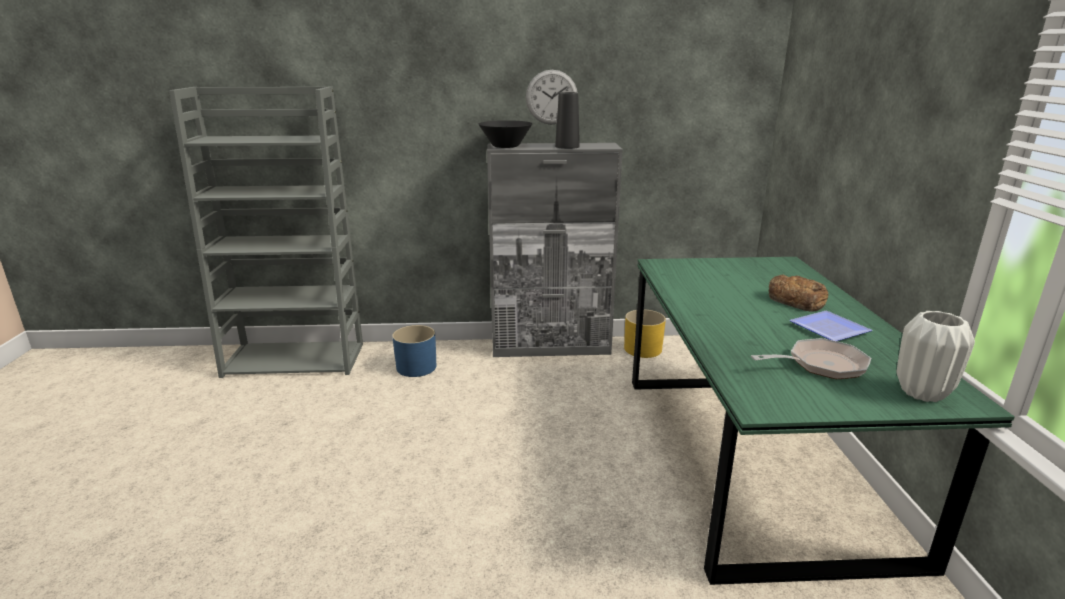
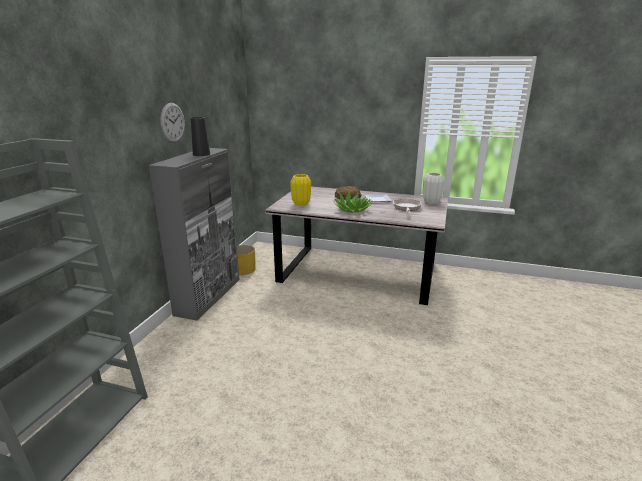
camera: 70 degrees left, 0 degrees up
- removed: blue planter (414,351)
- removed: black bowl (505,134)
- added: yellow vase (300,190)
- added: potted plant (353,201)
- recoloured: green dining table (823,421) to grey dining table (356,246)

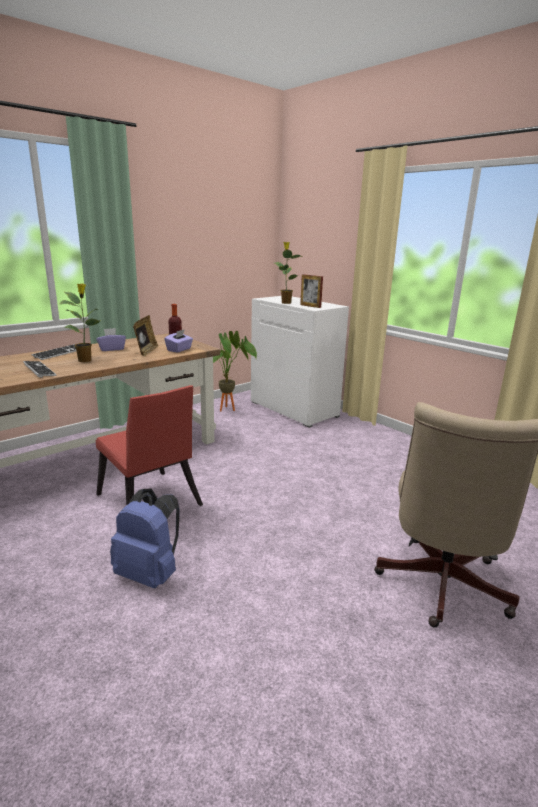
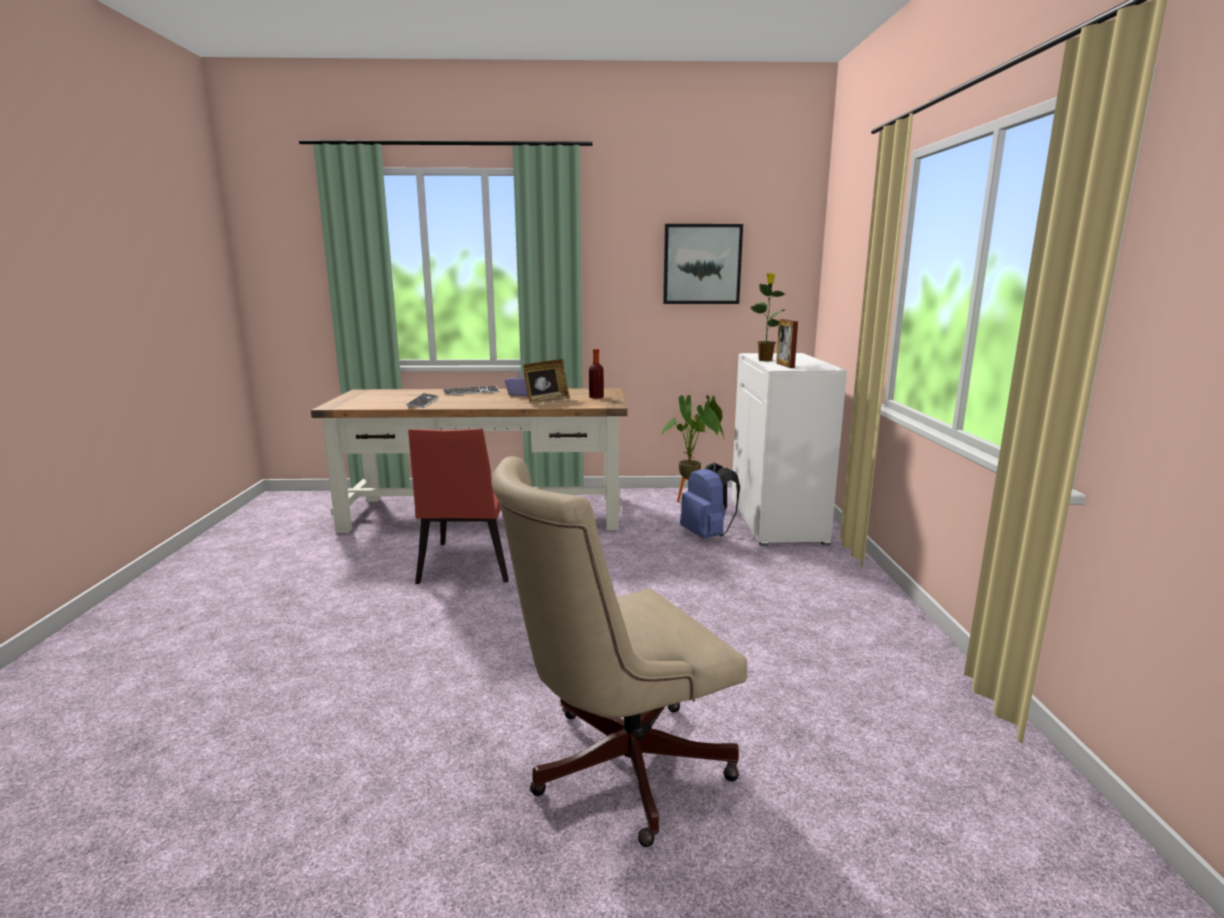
camera: 40 degrees right, 5 degrees down
- removed: potted plant (80,322)
- removed: purple tissue box (178,341)
- added: picture (703,264)
- moved: blue backpack (145,538) to (710,500)

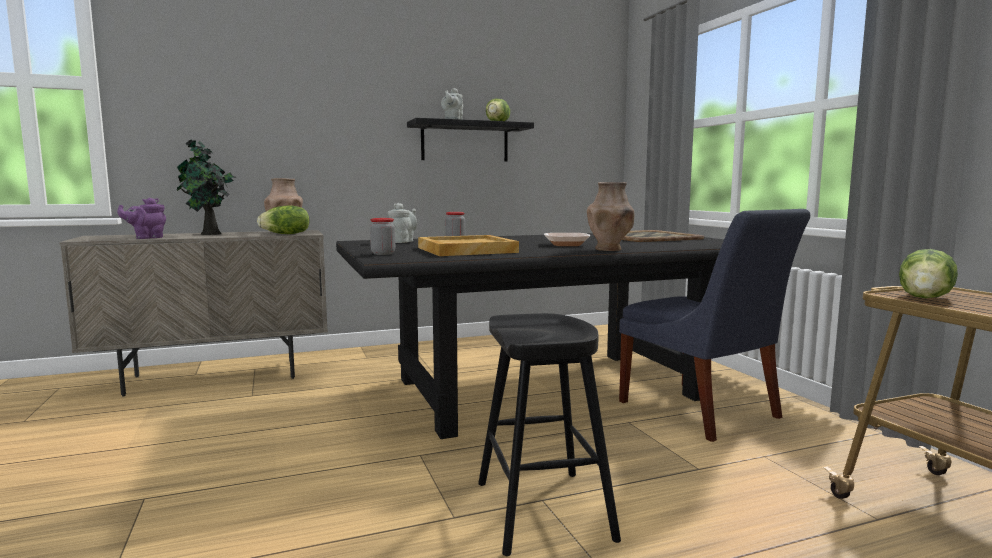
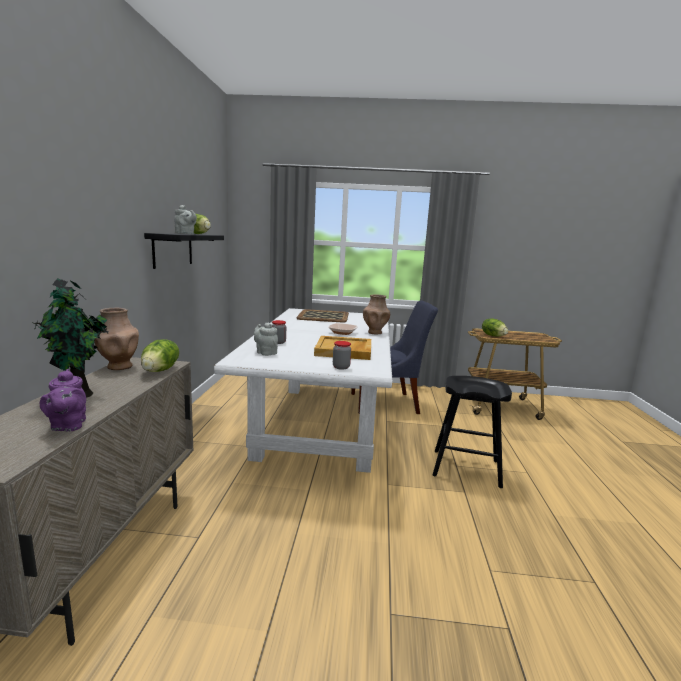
camera: 65 degrees left, 5 degrees up
- recoloured: black dining table (530,336) to white dining table (303,390)

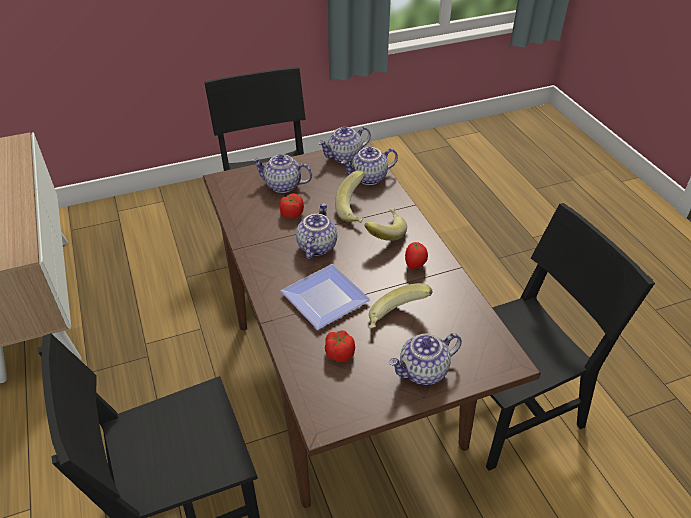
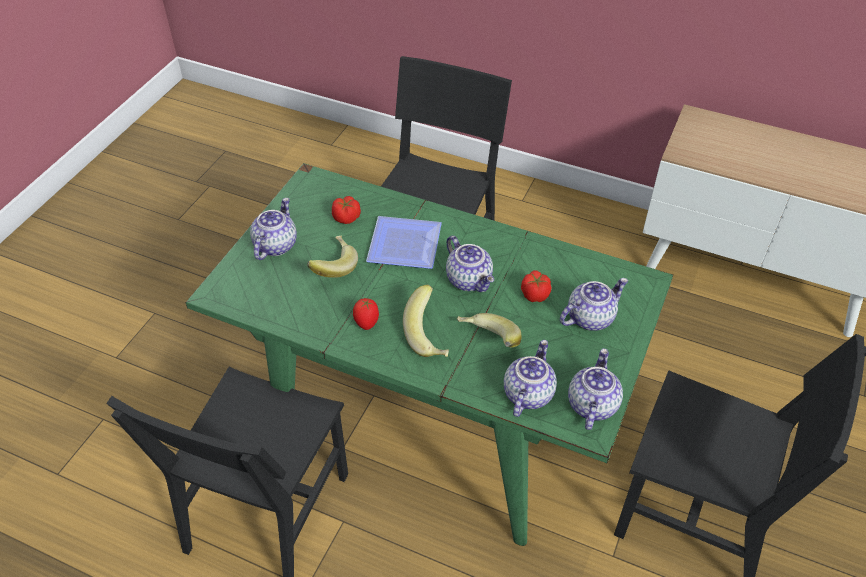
camera: 135 degrees right, 5 degrees up
- recoloured: brown dining table (372,324) to green dining table (429,354)

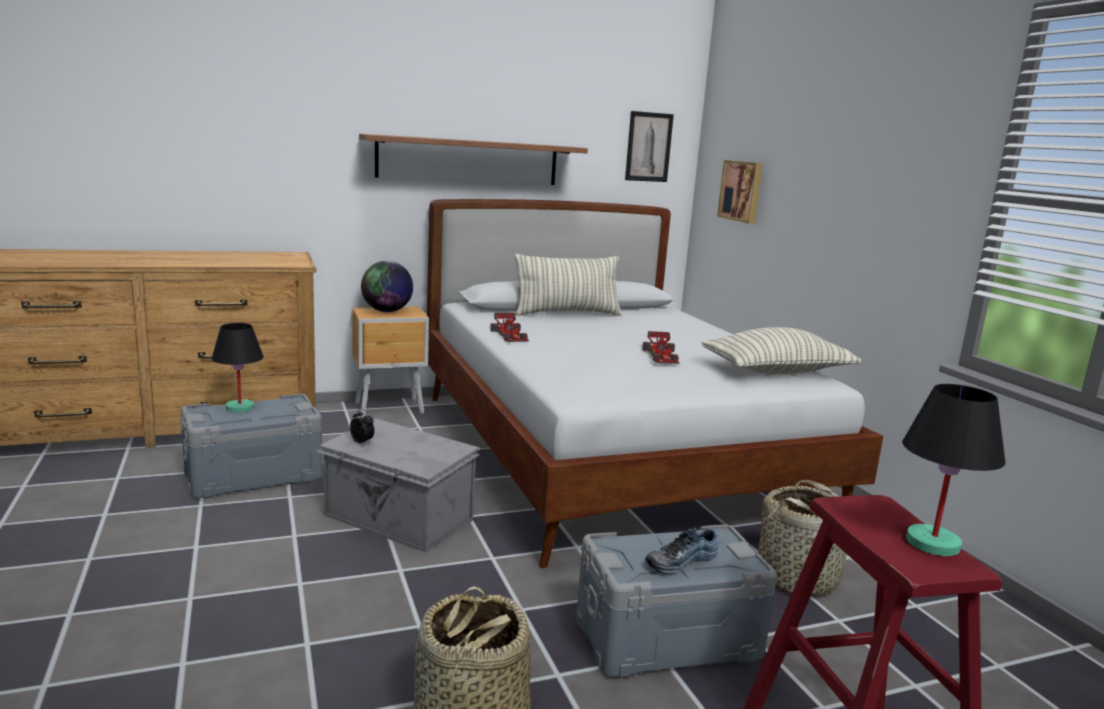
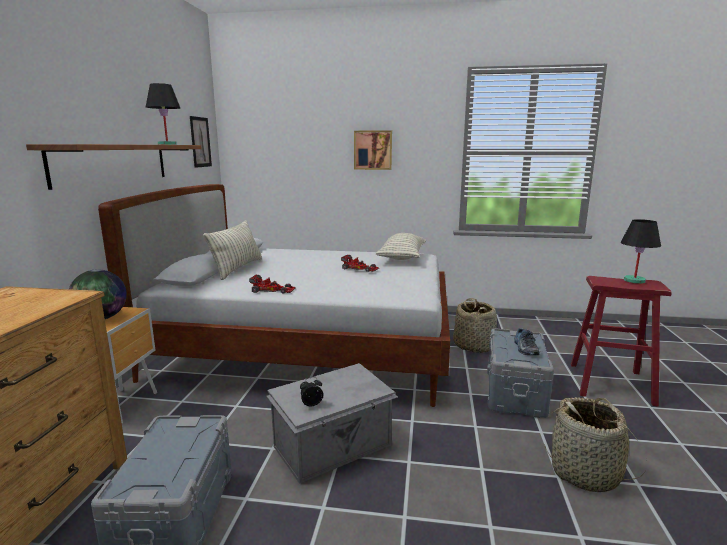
camera: 60 degrees left, 0 degrees up
- moved: black table lamp (238,368) to (163,114)
- moved: picture (740,192) to (373,150)

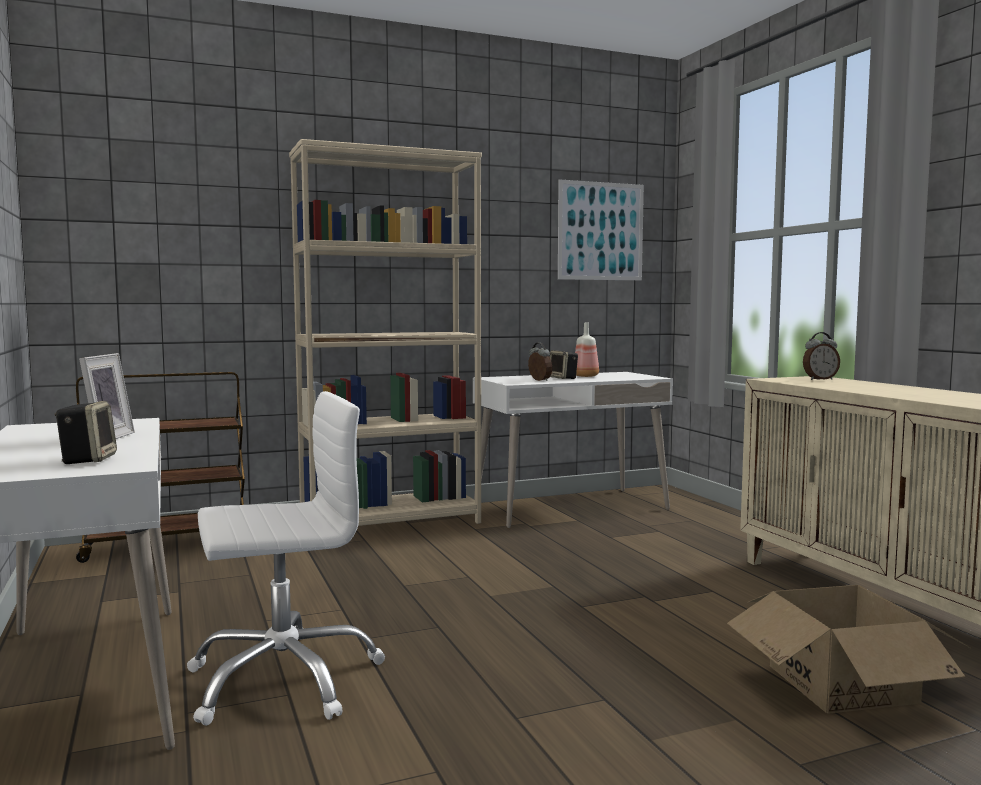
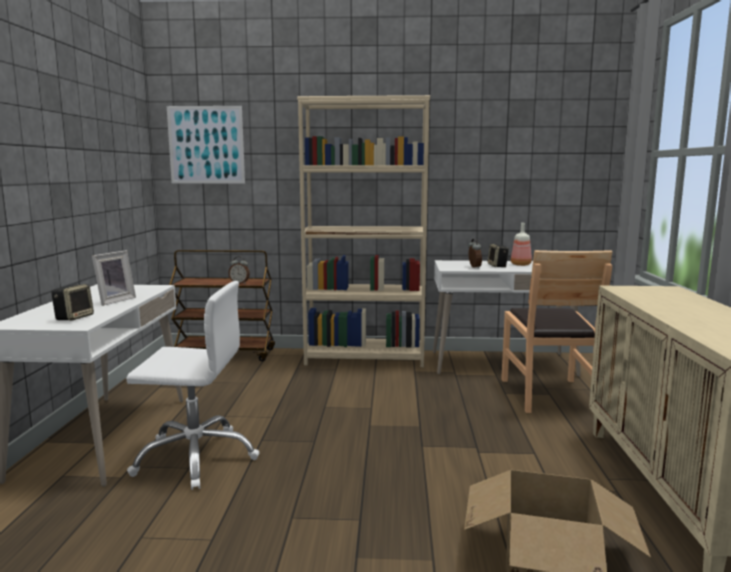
camera: 25 degrees right, 5 degrees up
- added: brown chair (556,331)
- moved: picture (601,229) to (206,144)
- moved: alarm clock (821,356) to (239,270)

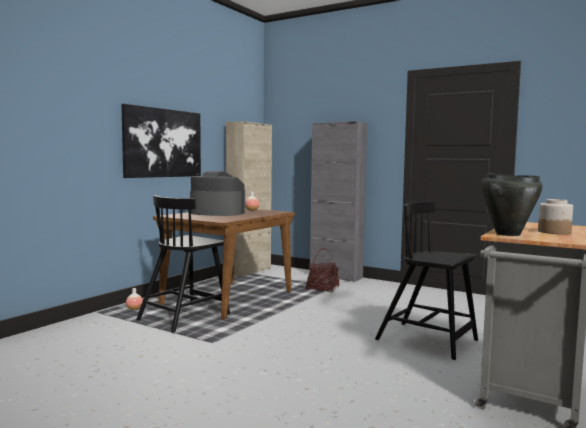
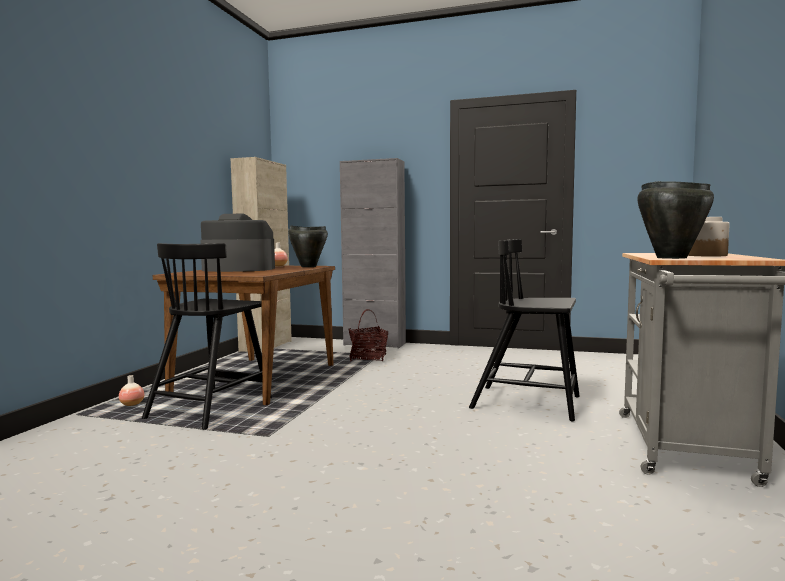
camera: 15 degrees left, 0 degrees up
- removed: picture (161,141)
- added: black cooking pot (308,246)

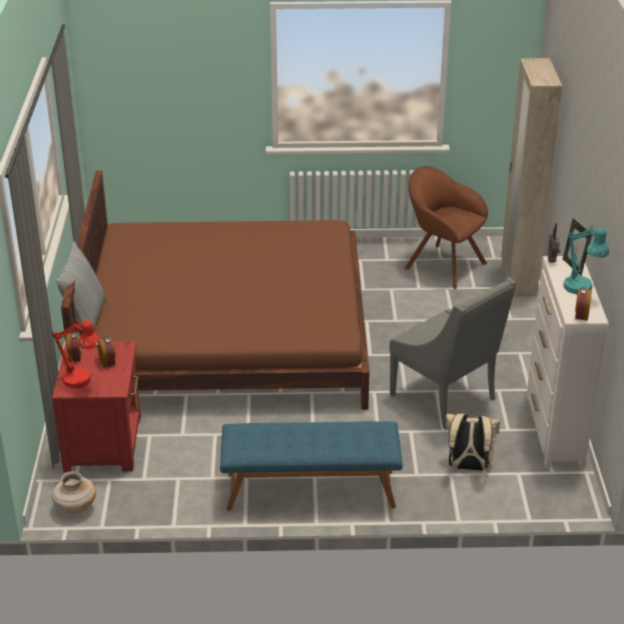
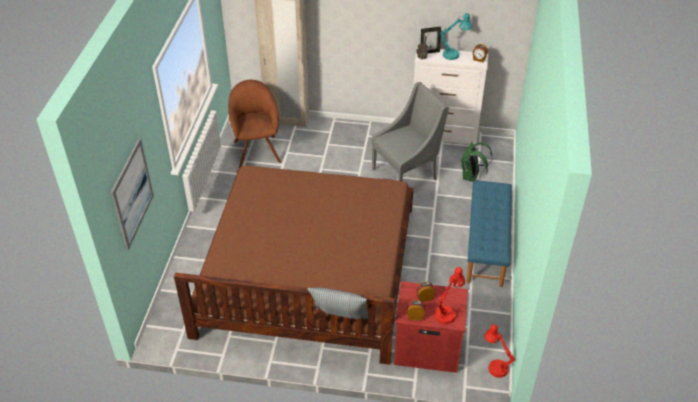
camera: 80 degrees left, 10 degrees up
- added: picture (132,194)
- replaced: beige vase (74,492) to red table lamp (499,351)
- recoloured: beige backpack (473,441) to green backpack (477,162)
- turned: brown armchair (446,227) = (254,124) 120 degrees clockwise

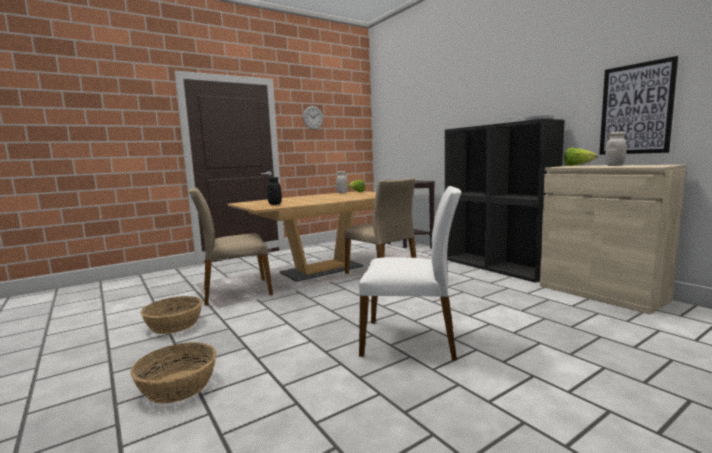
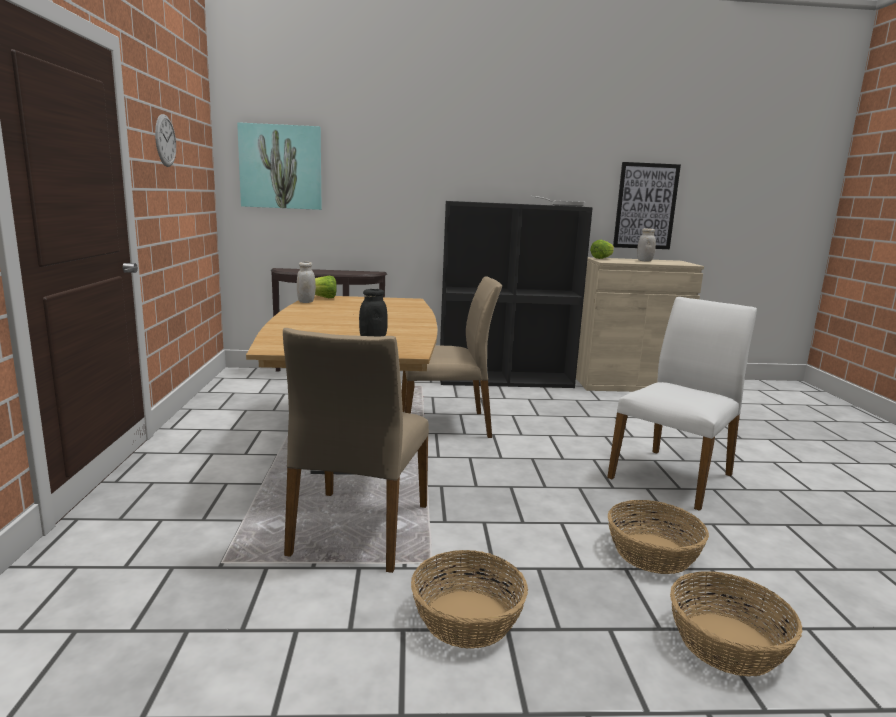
camera: 60 degrees left, 5 degrees up
- added: picture (279,166)
- added: basket (658,537)

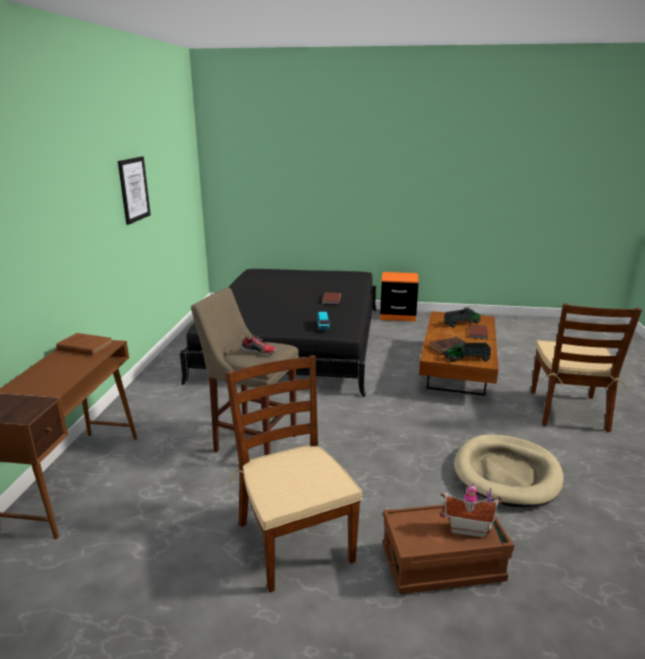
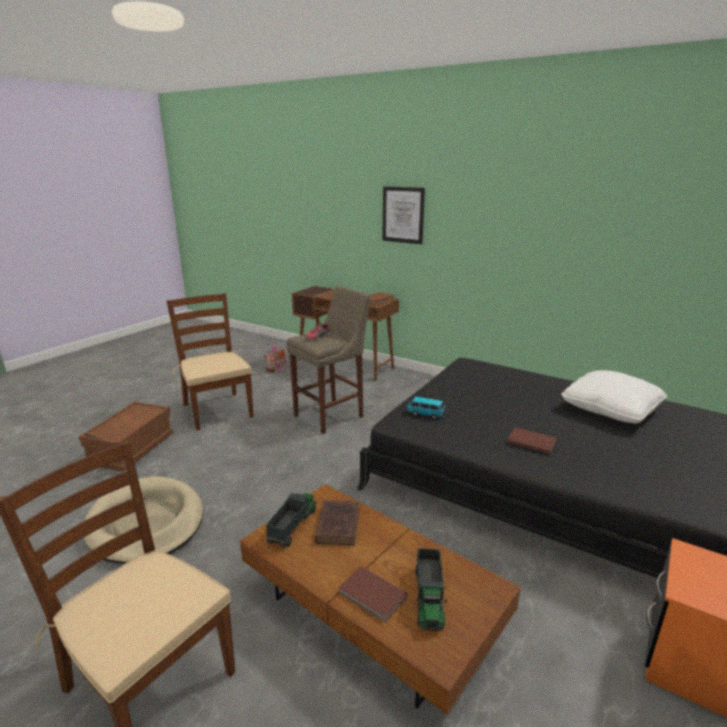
camera: 115 degrees right, 0 degrees up
- added: white pillow (614,396)
- moved: picture (134,190) to (403,215)
- moved: toy house (471,511) to (275,358)
- turned: brown chair (293,474) = (210,361) 120 degrees counterclockwise

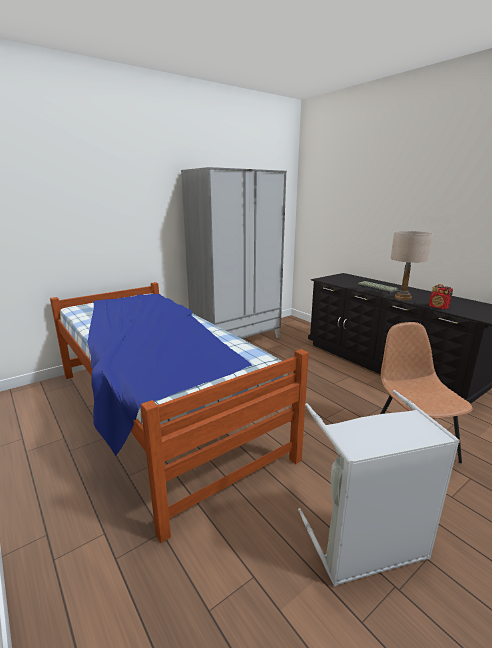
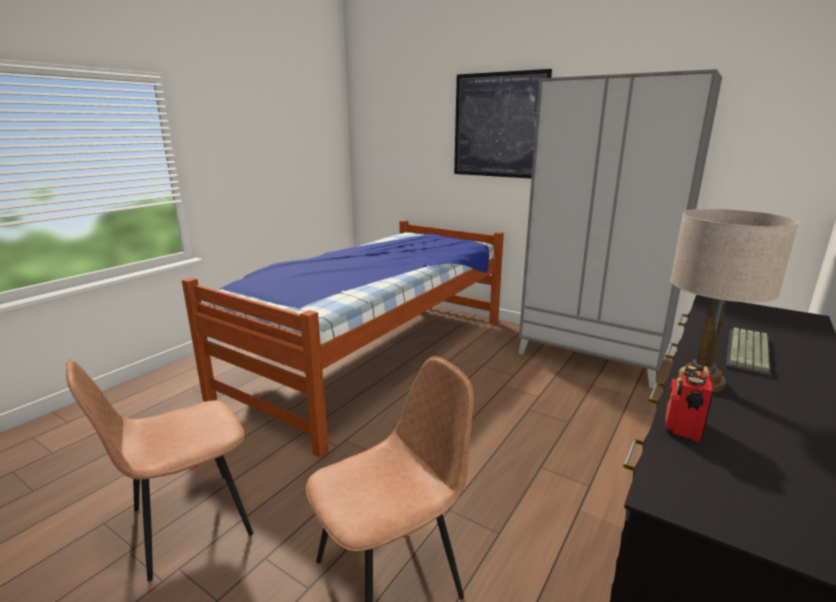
camera: 70 degrees right, 0 degrees up
- added: picture (503,124)
- replaced: grey laundry basket (379,488) to brown chair (159,470)

